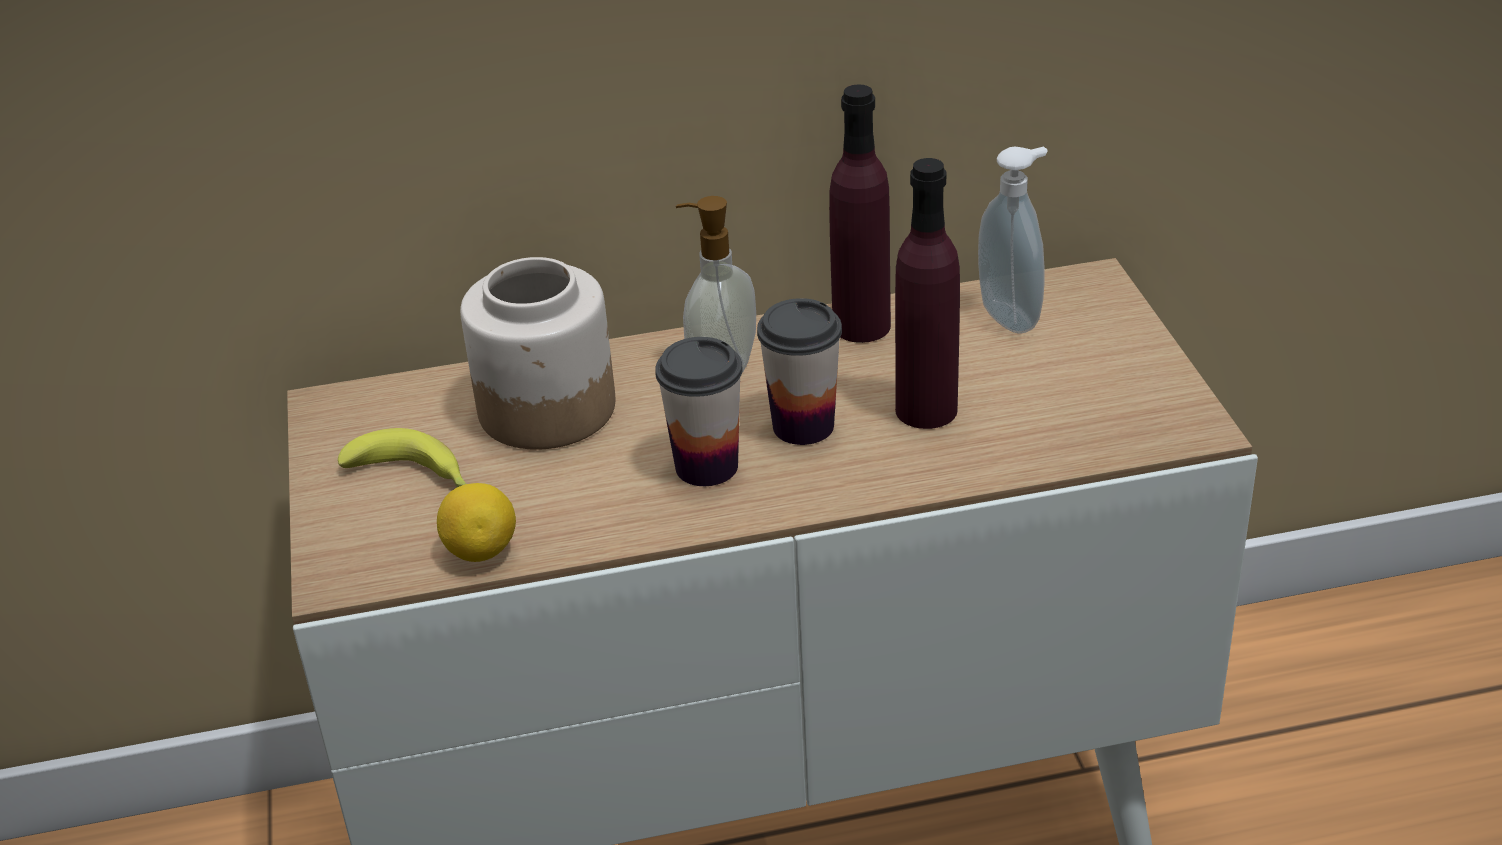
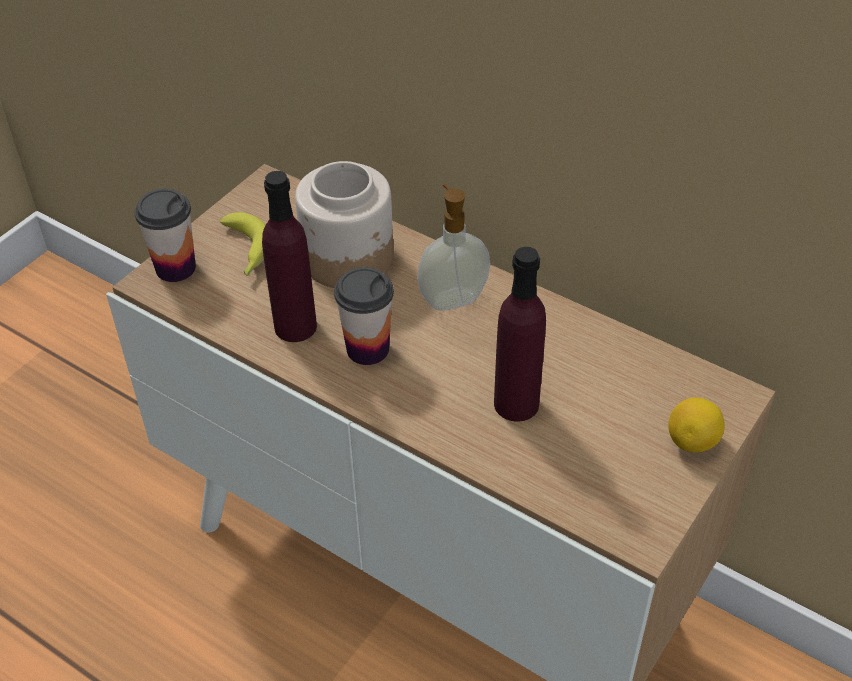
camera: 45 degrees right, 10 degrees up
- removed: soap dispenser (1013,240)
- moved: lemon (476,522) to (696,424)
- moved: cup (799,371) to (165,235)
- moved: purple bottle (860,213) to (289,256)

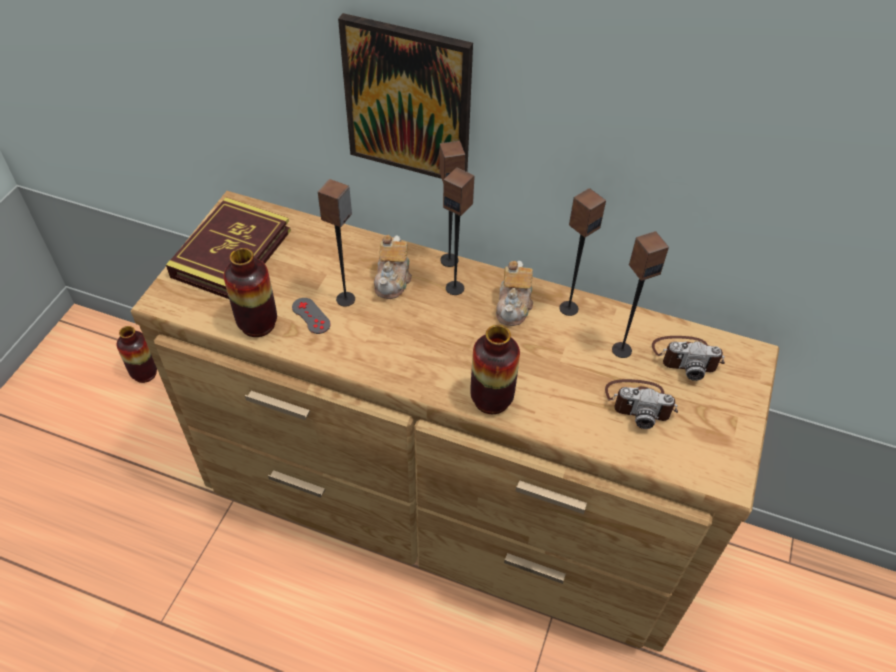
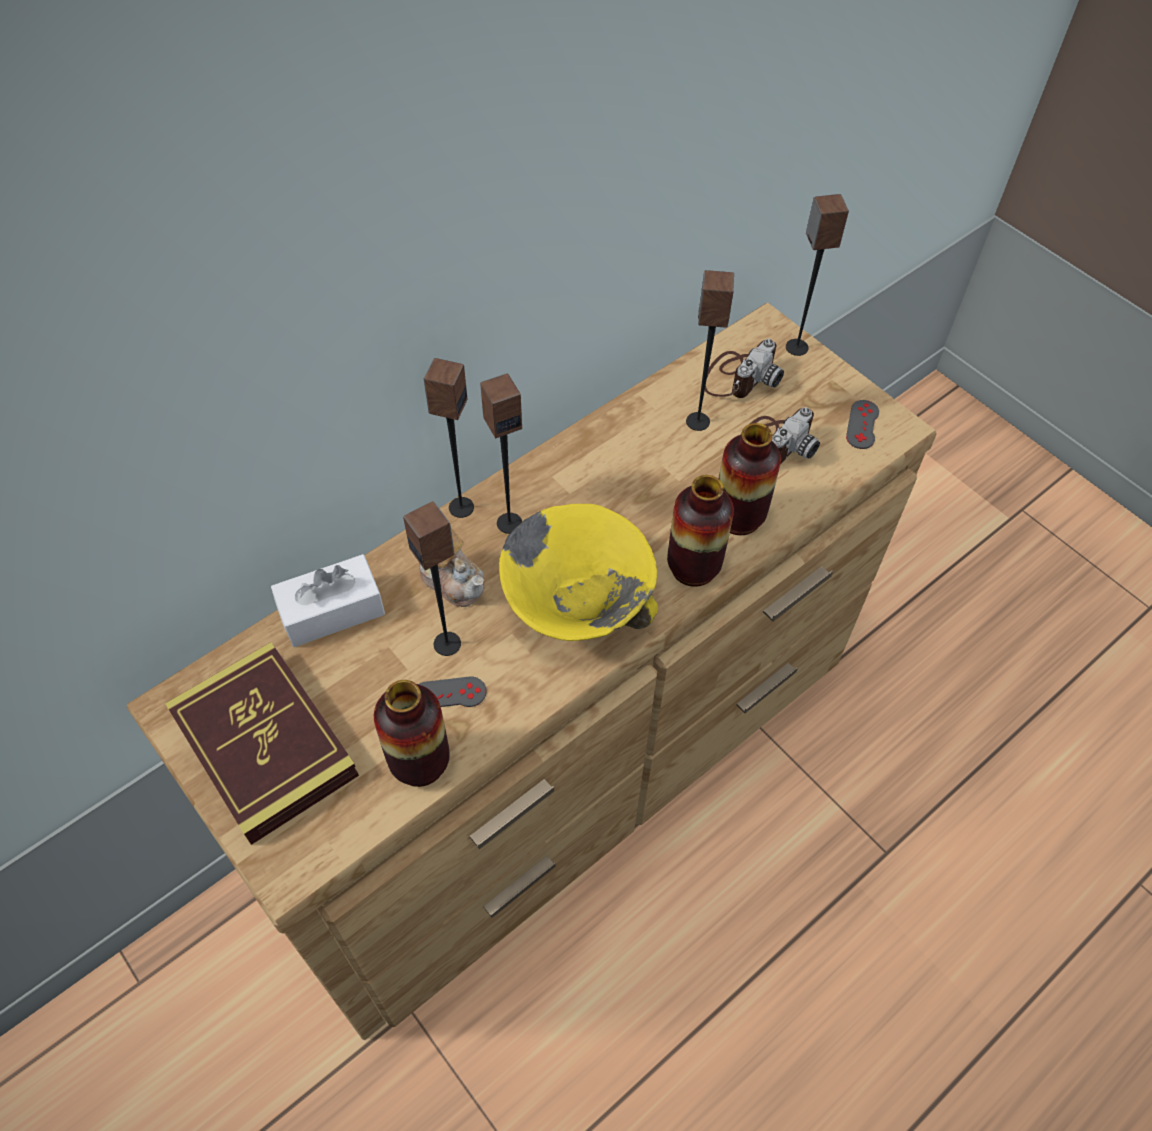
camera: 60 degrees left, 5 degrees up
- removed: picture (405,96)
- removed: teapot (514,293)
- added: white tissue box (328,600)
- added: yellow bowl (578,572)
- added: grey game controller (862,424)
- moved: vase (136,354) to (750,479)
- moved: speaker (582,252) to (817,275)

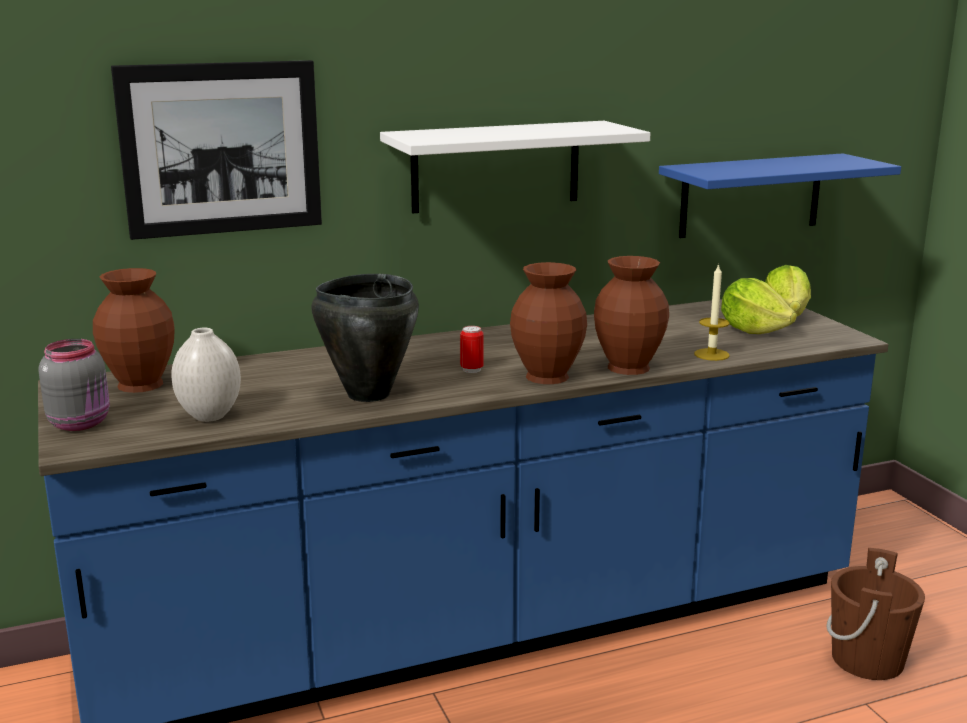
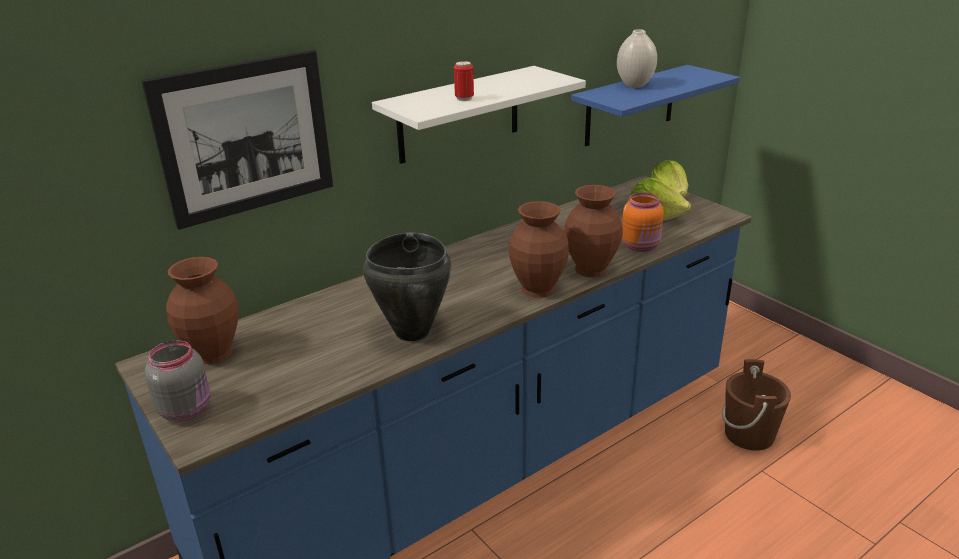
camera: 15 degrees left, 10 degrees up
- moved: white vase (206,375) to (637,58)
- moved: can (472,349) to (464,81)
- replaced: candle (712,312) to orange jar (643,222)

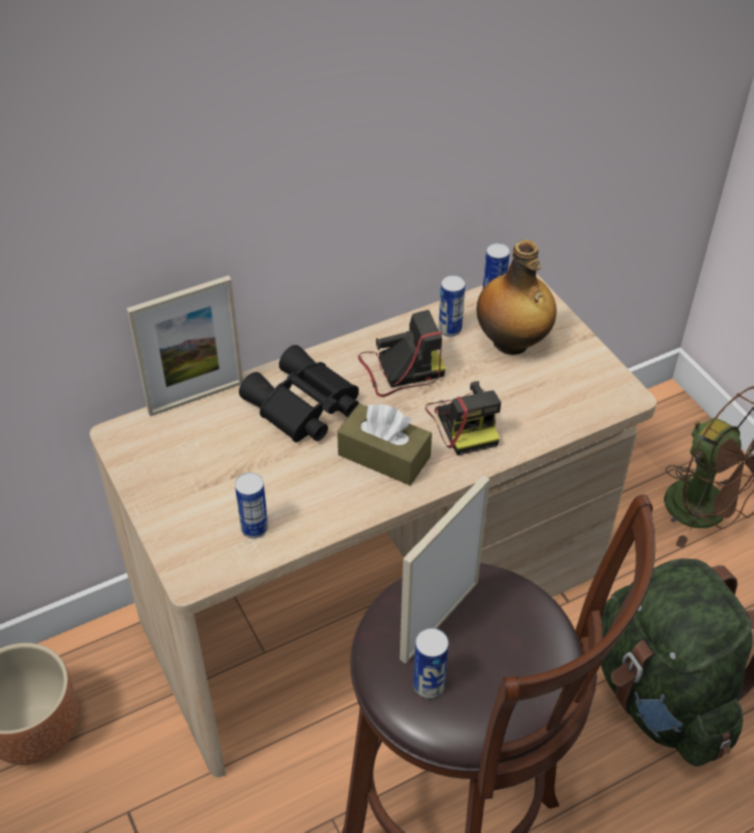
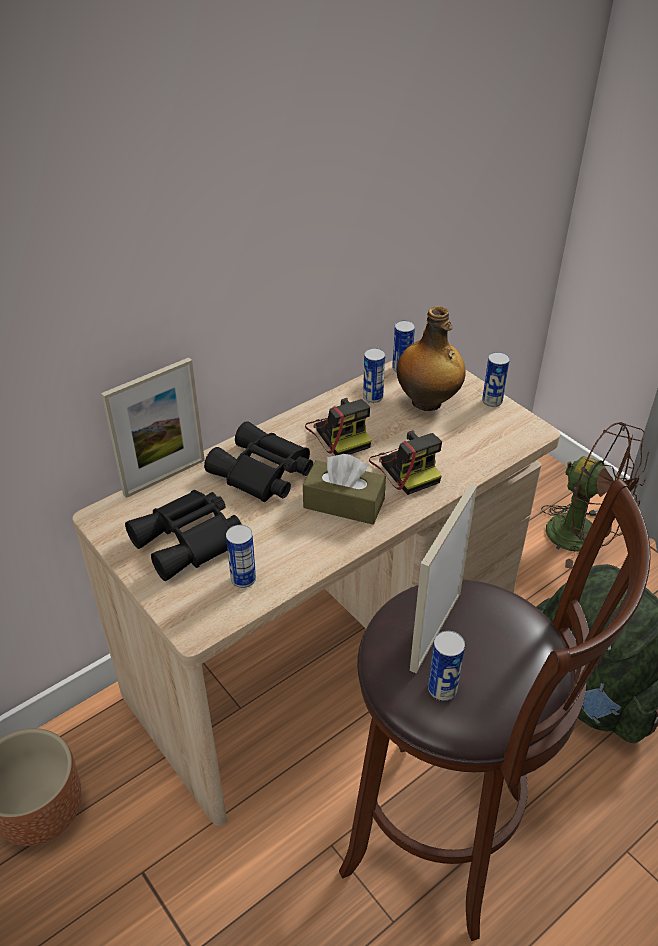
camera: 10 degrees left, 5 degrees down
- added: black binoculars (183,535)
- added: can (496,379)
- turned: photo camera (402,353) = (338,426) 90 degrees clockwise

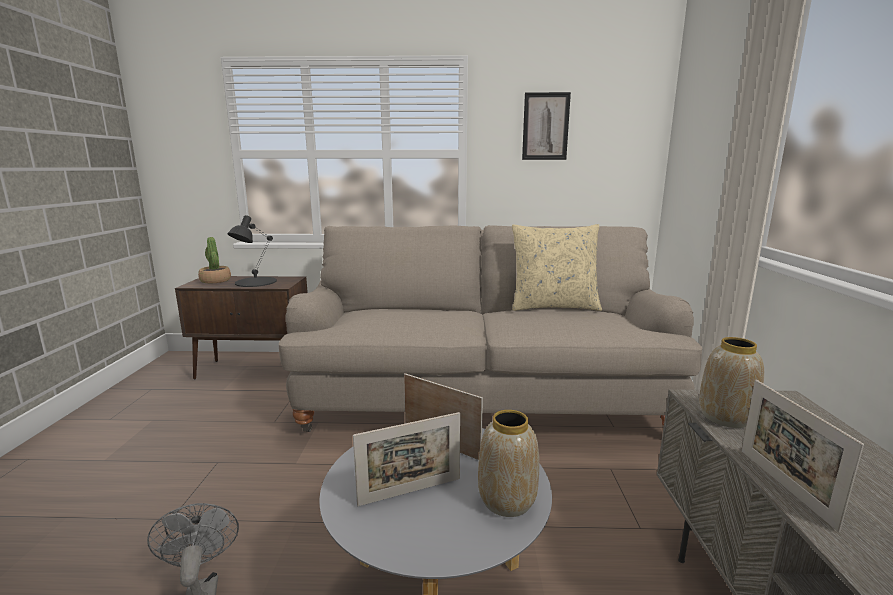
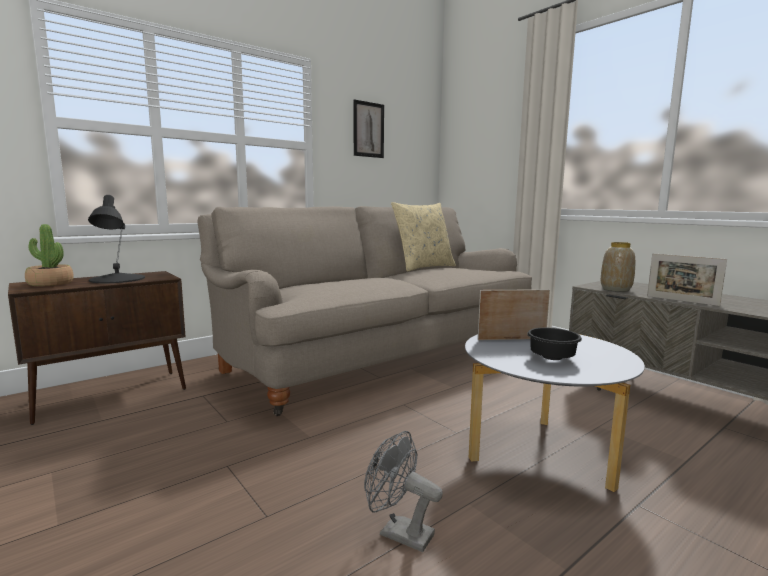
camera: 40 degrees left, 5 degrees down
- removed: vase (508,463)
- replaced: picture frame (406,459) to black bowl (554,344)

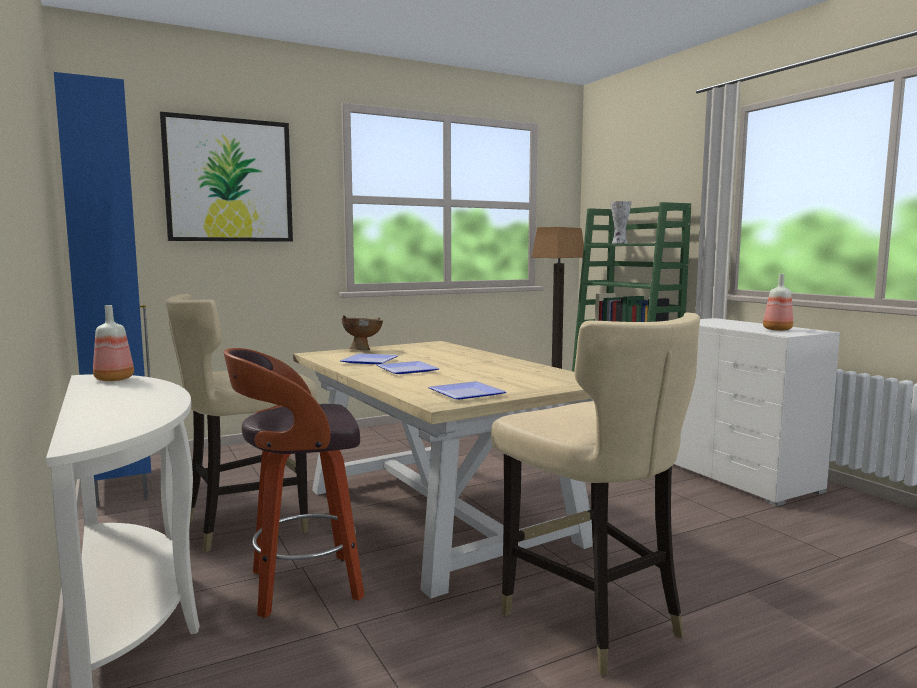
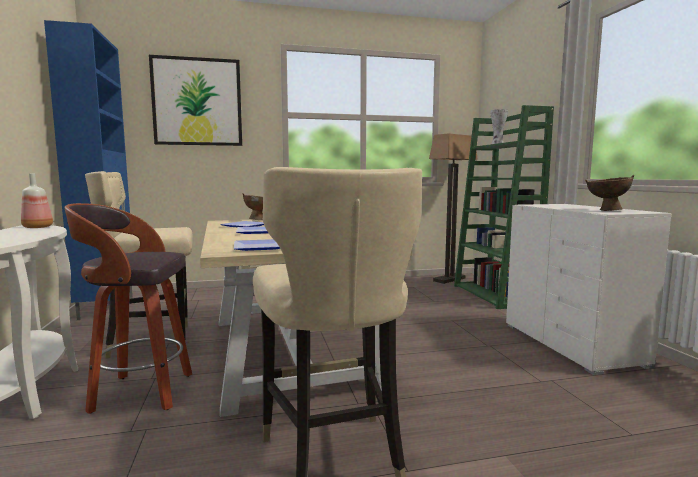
camera: 15 degrees right, 0 degrees up
- replaced: bottle (778,302) to brown bowl (609,193)

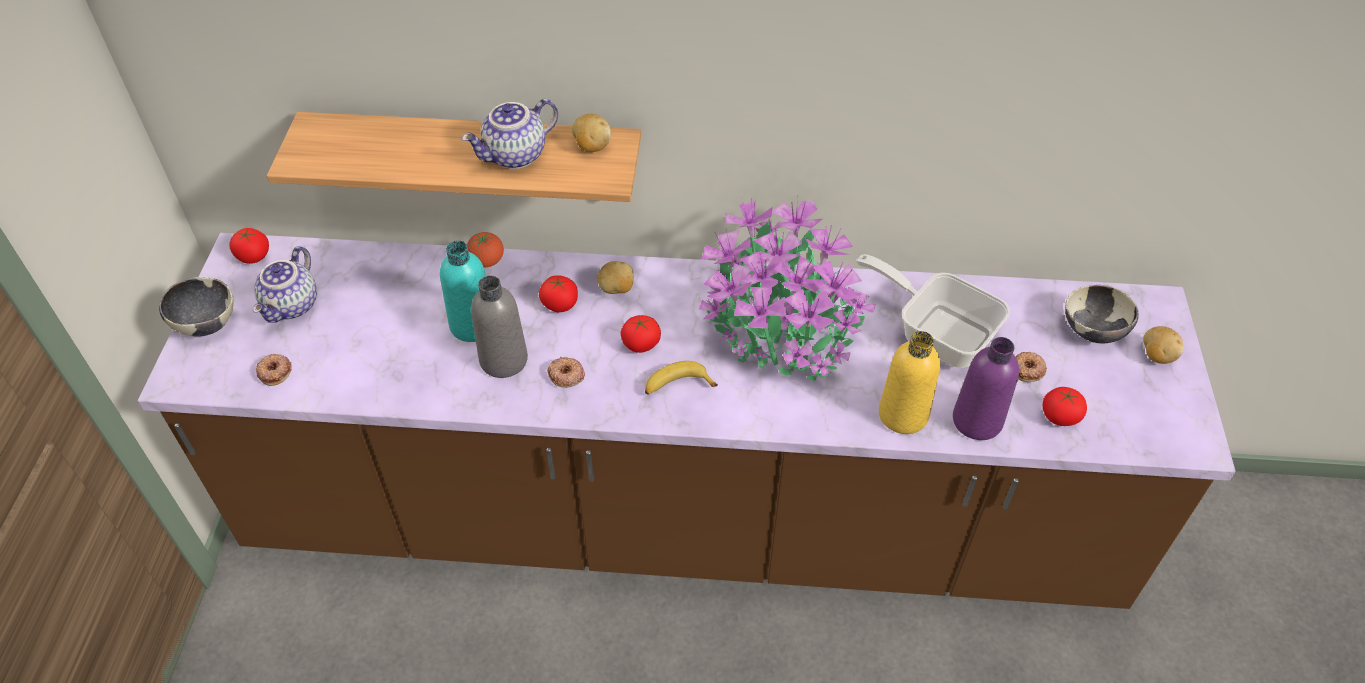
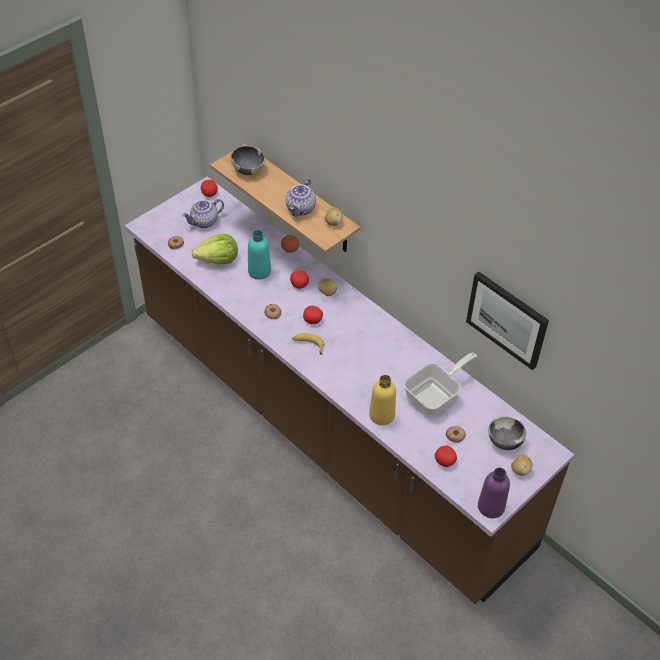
camera: 40 degrees right, 0 degrees up
- removed: grey bottle (499,327)
- removed: potted plant (787,289)
- added: lettuce (215,249)
- added: picture (507,320)
- moved: bowl (196,306) to (248,160)
- moved: purple bottle (986,388) to (494,493)
- turned: teapot (510,134) = (301,197) 75 degrees counterclockwise
- turned: frying pan (933,311) = (440,383) 60 degrees clockwise

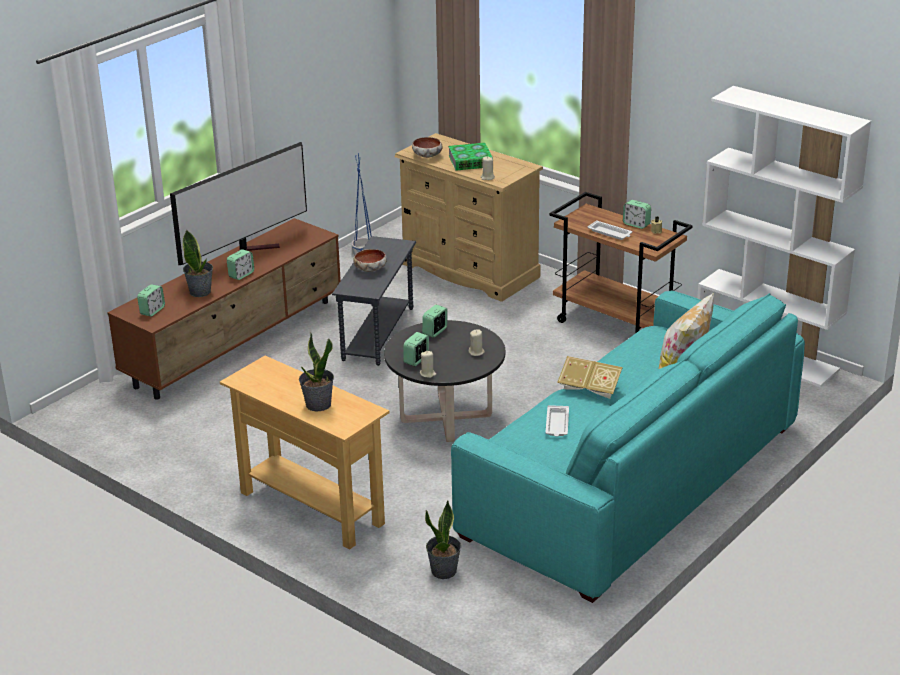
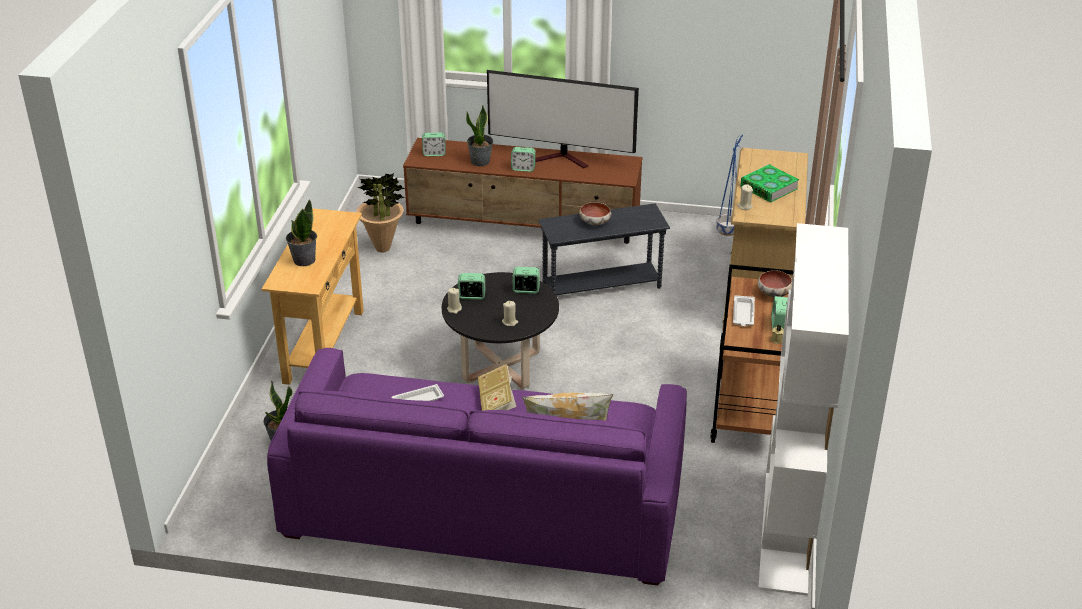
camera: 60 degrees right, 5 degrees up
- added: potted plant (380,213)
- moved: bowl (427,147) to (775,283)
- recoloured: turquoise sofa (628,447) to purple sofa (477,466)

